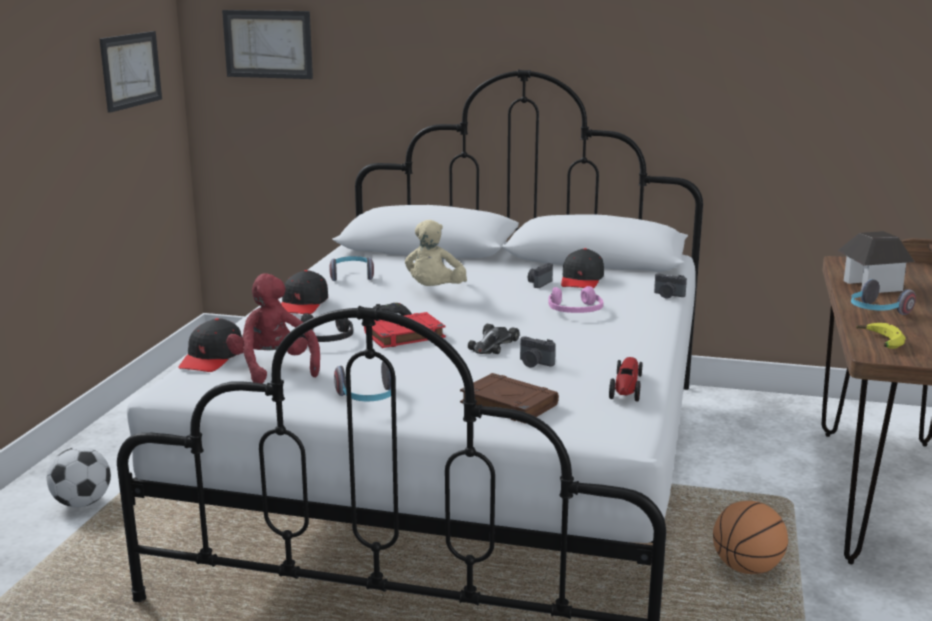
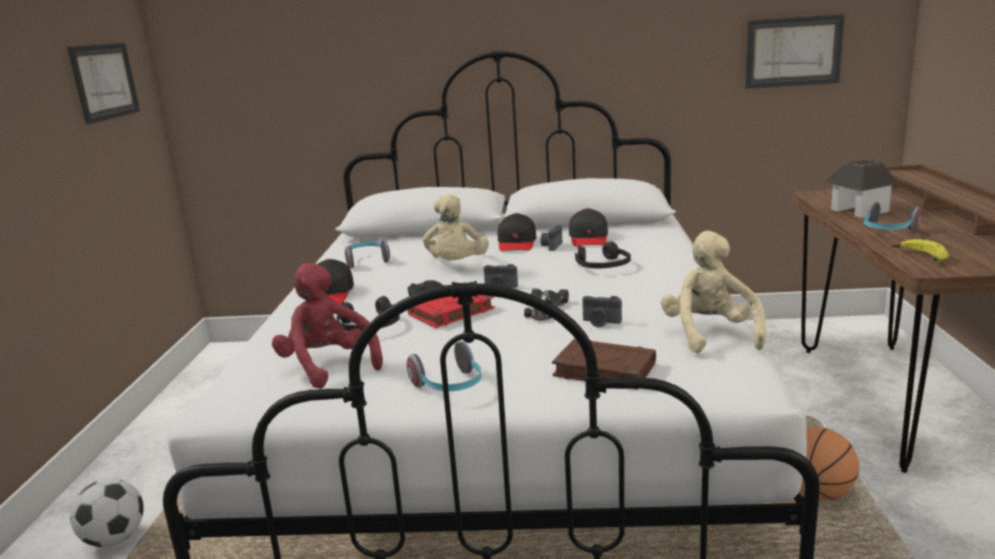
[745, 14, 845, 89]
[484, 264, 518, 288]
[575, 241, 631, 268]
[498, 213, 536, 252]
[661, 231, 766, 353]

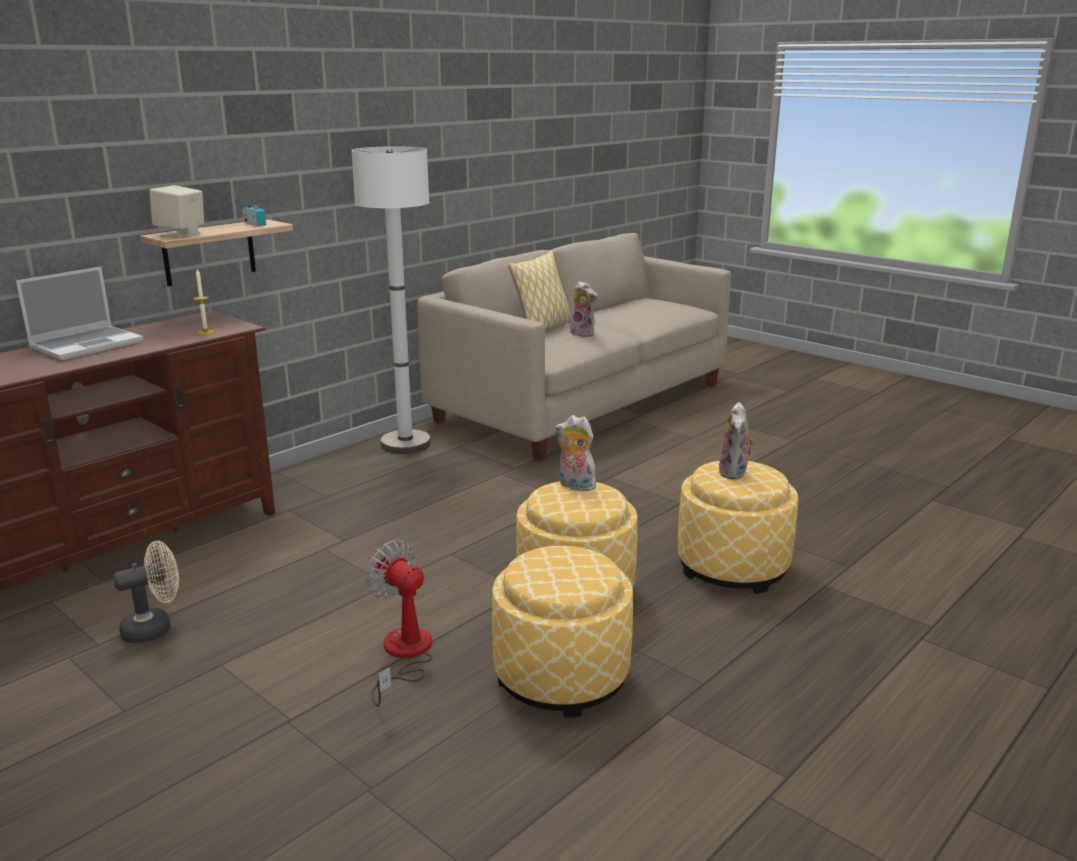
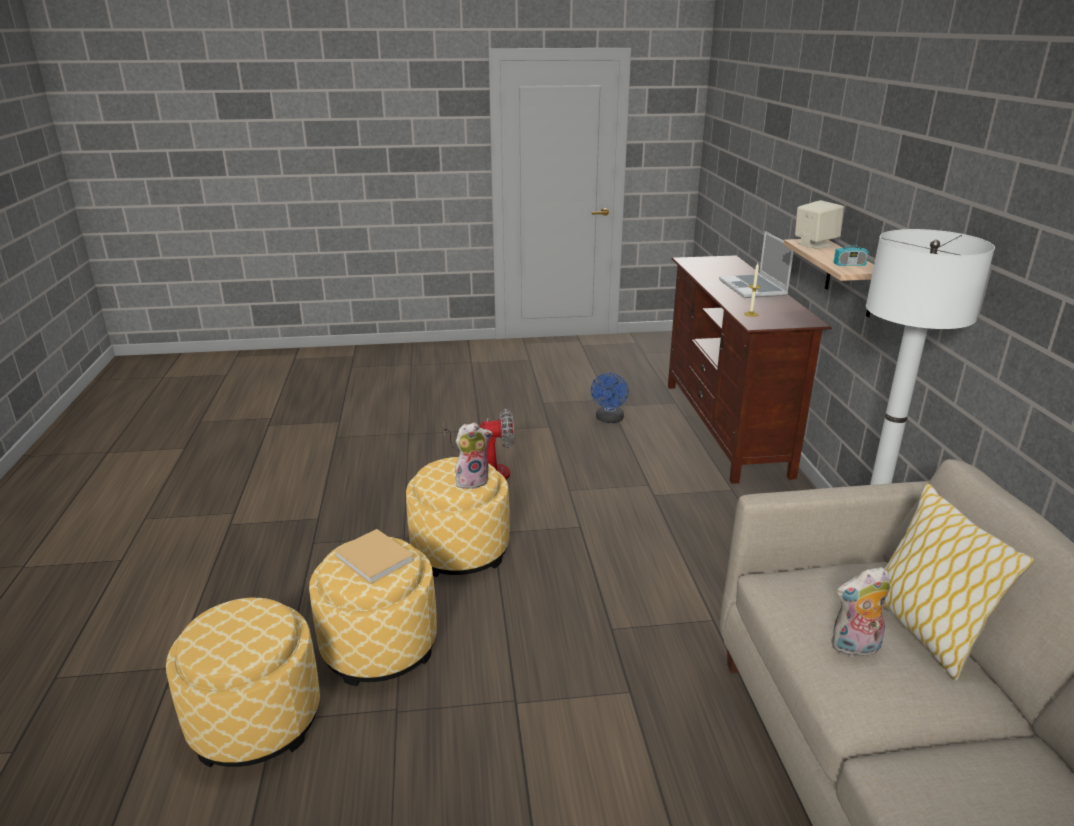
[334, 529, 414, 584]
[591, 373, 629, 423]
[166, 598, 320, 767]

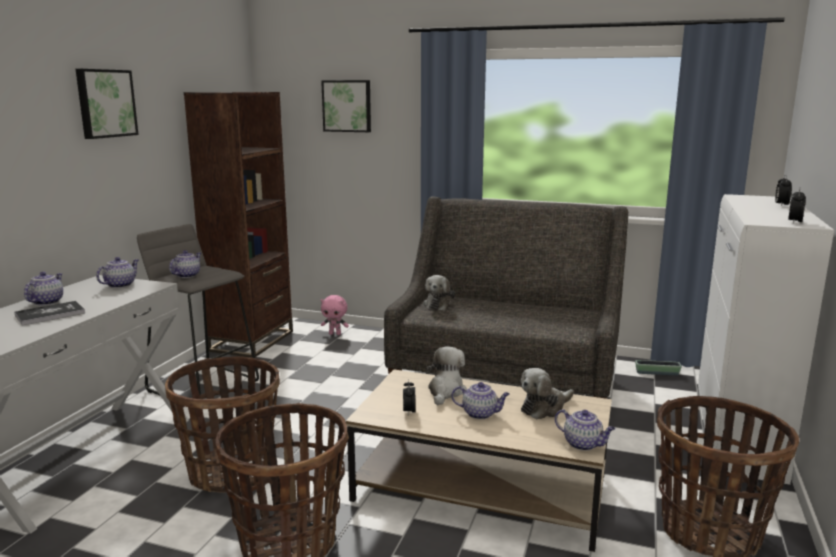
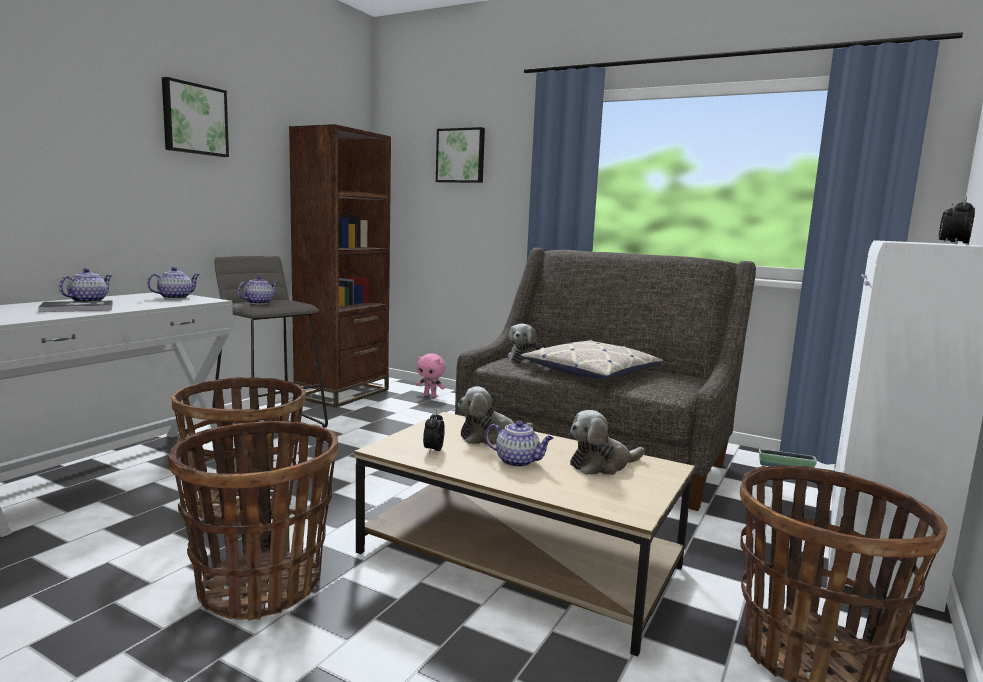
[458, 387, 533, 445]
[555, 409, 615, 451] (first image)
[521, 339, 663, 379]

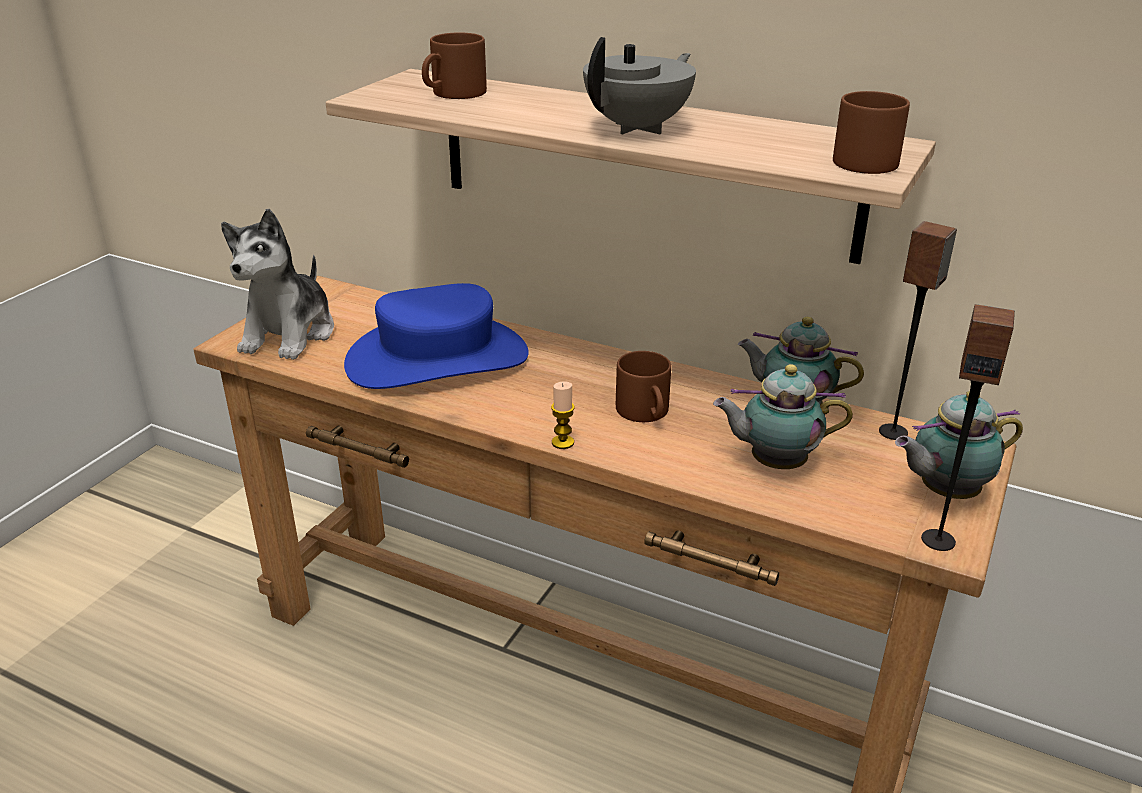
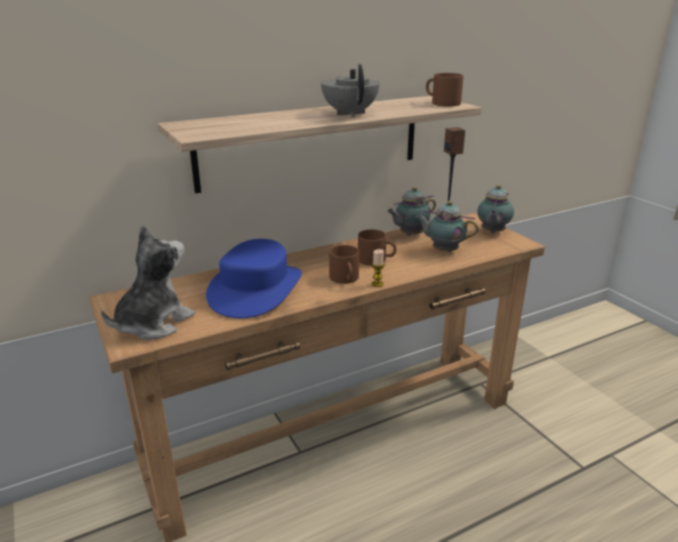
[329, 245, 359, 284]
[101, 225, 195, 340]
[921, 304, 1015, 551] (first image)
[416, 201, 479, 252]

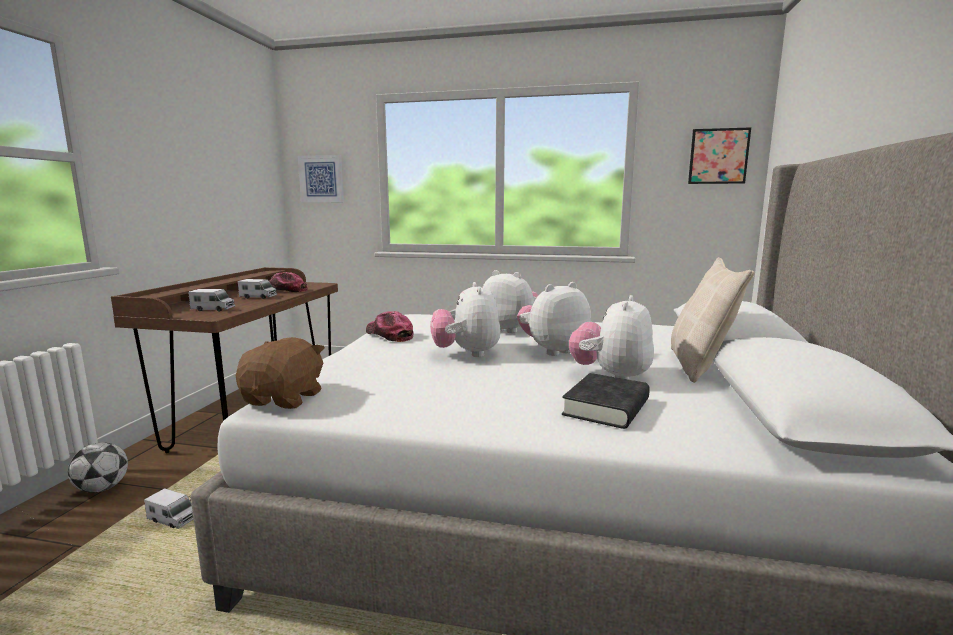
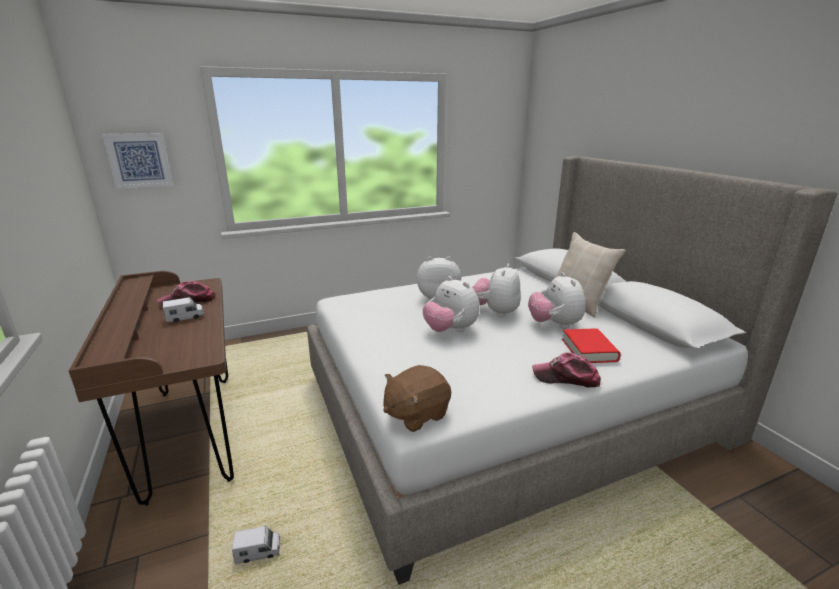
[688, 127, 751, 184] (first image)
[188, 289, 235, 312] (first image)
[532, 353, 601, 388]
[383, 365, 451, 432]
[562, 328, 621, 363]
[68, 442, 128, 493] (first image)

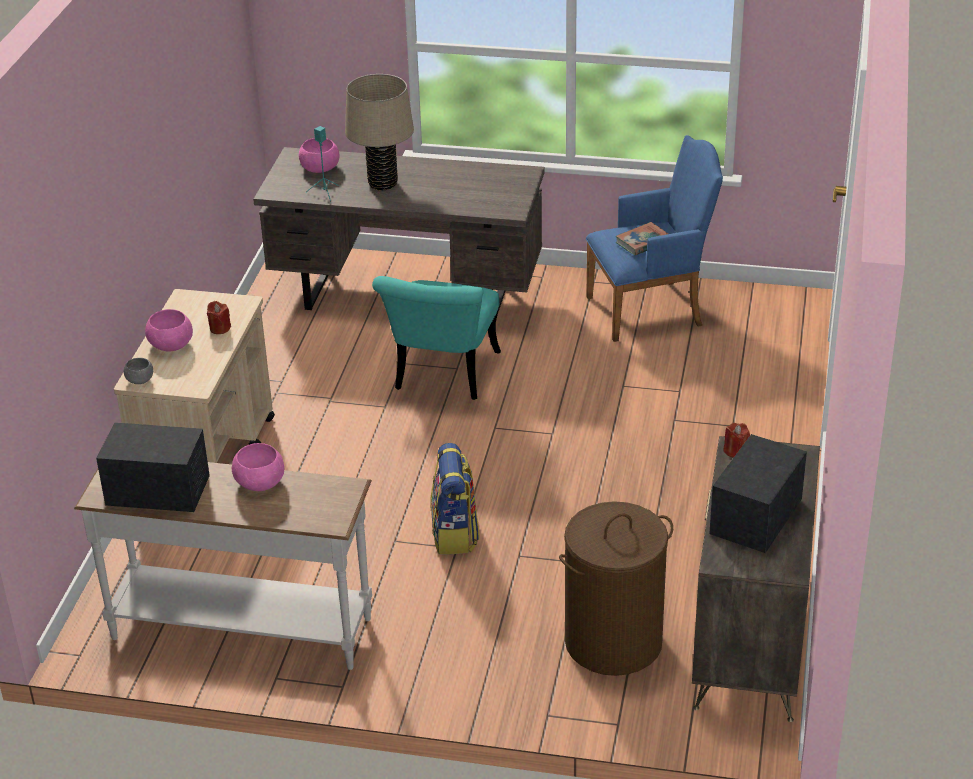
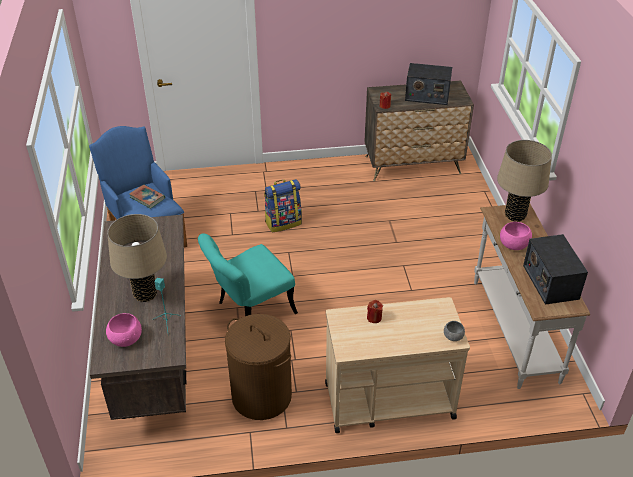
[198, 233, 298, 316]
[145, 309, 193, 352] (first image)
[264, 179, 302, 233]
[225, 314, 292, 420]
[497, 140, 552, 222]

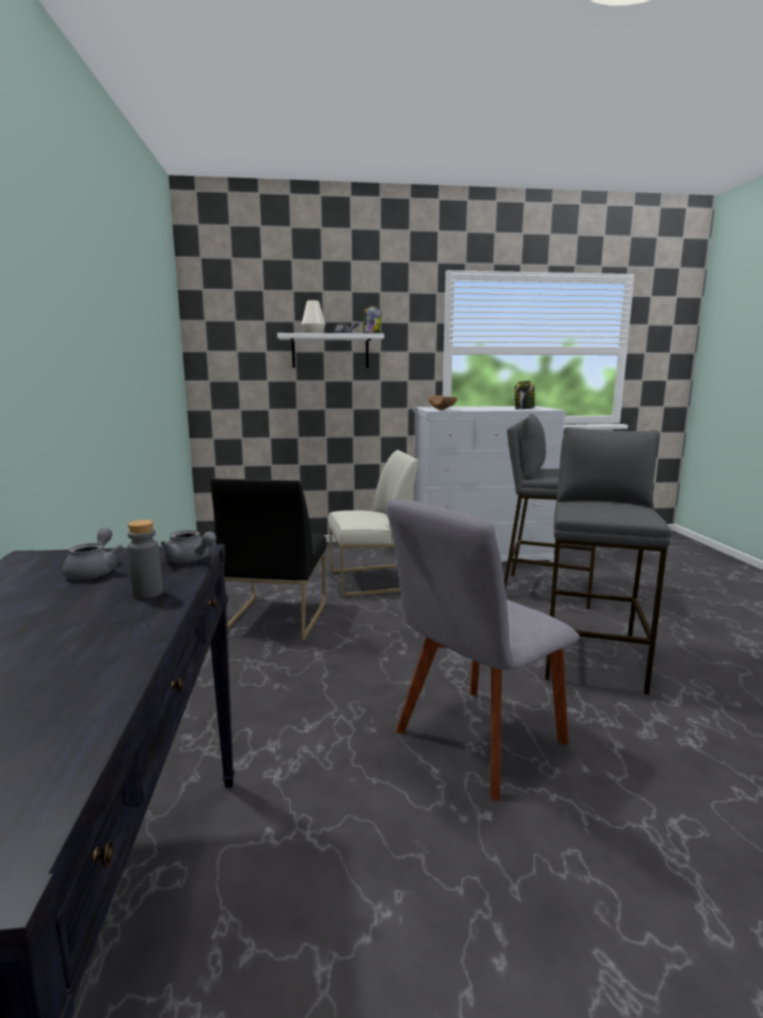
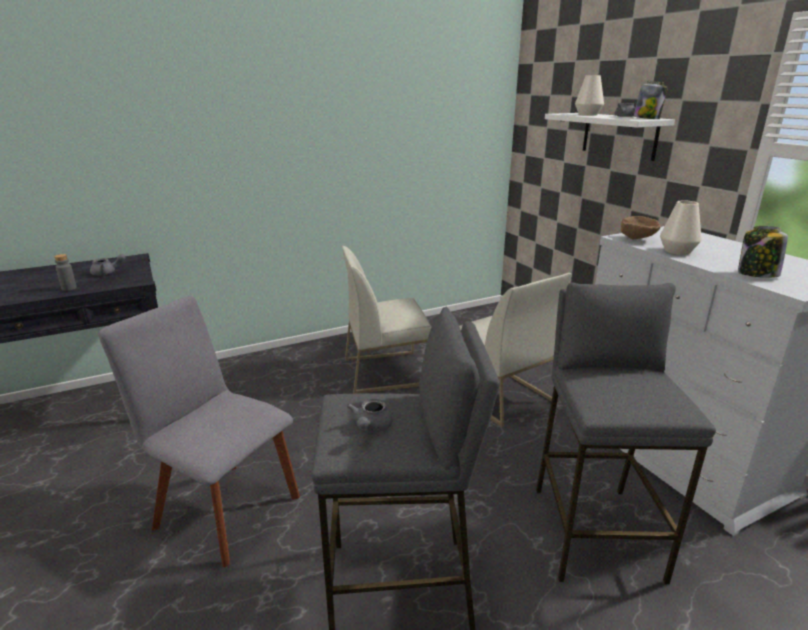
[342, 246, 431, 394]
[347, 399, 393, 433]
[660, 200, 702, 255]

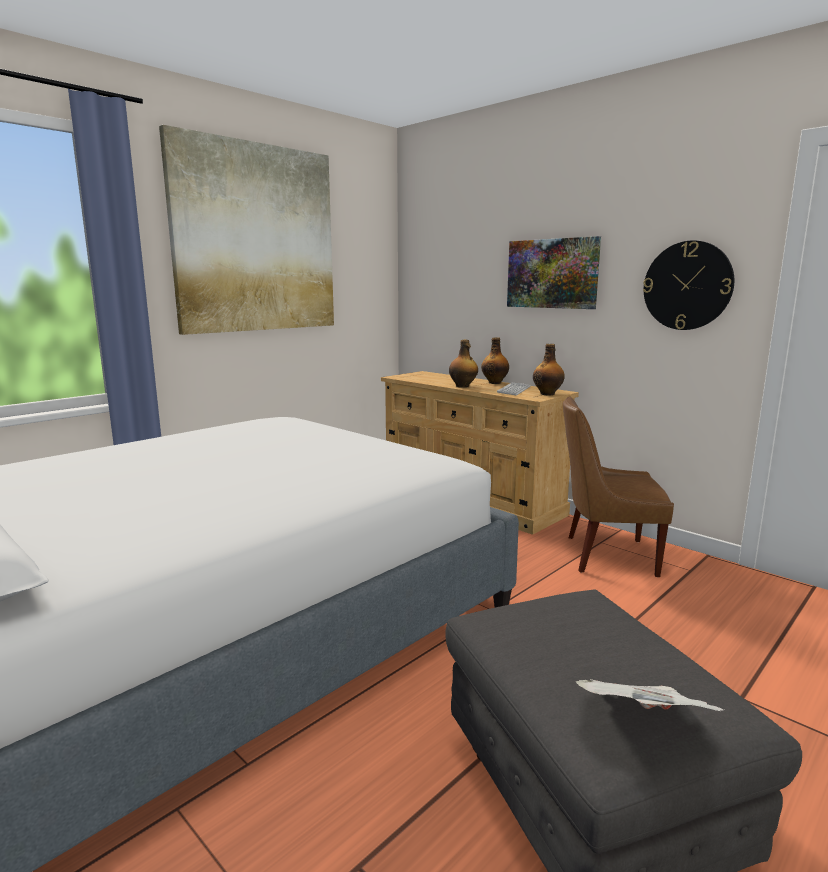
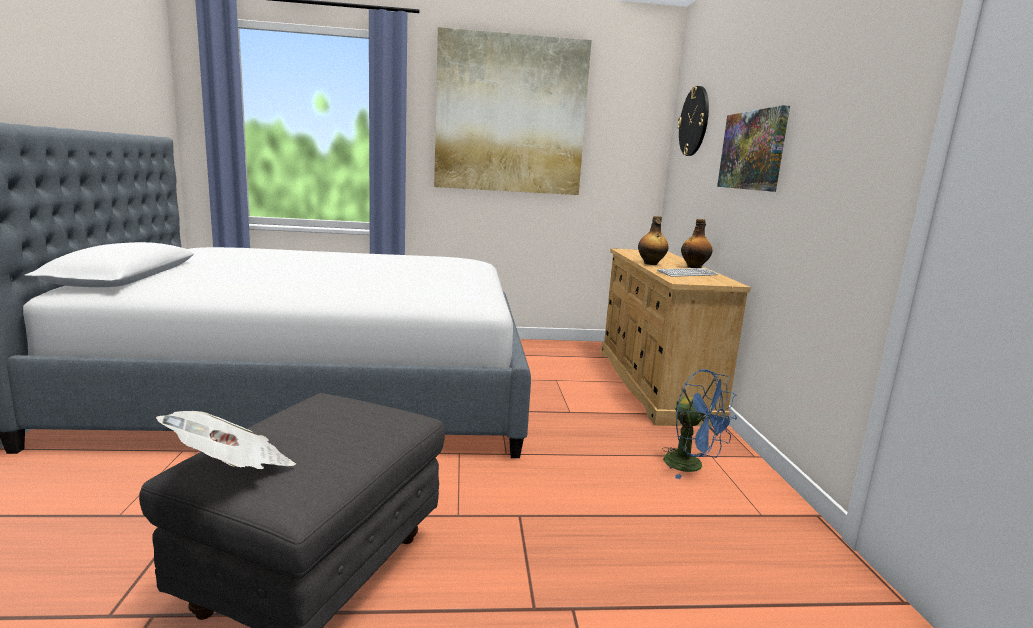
[677, 86, 709, 156]
[533, 344, 565, 395] (first image)
[662, 369, 737, 479]

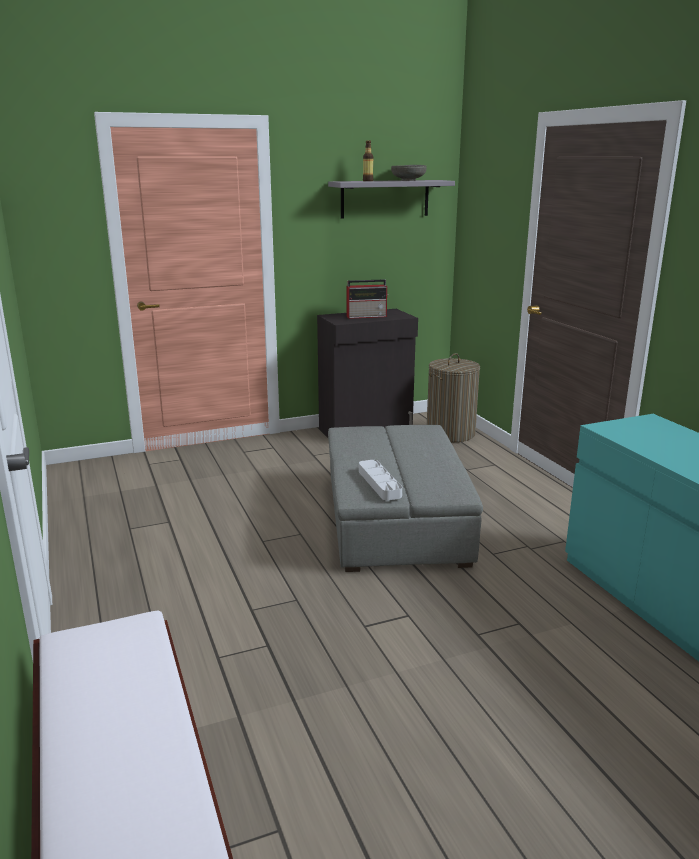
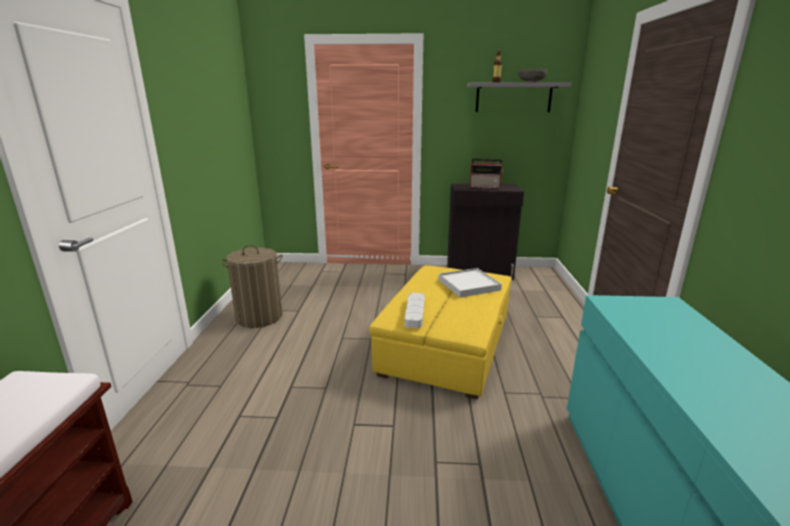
[221, 245, 283, 328]
[369, 265, 512, 399]
[439, 268, 502, 298]

